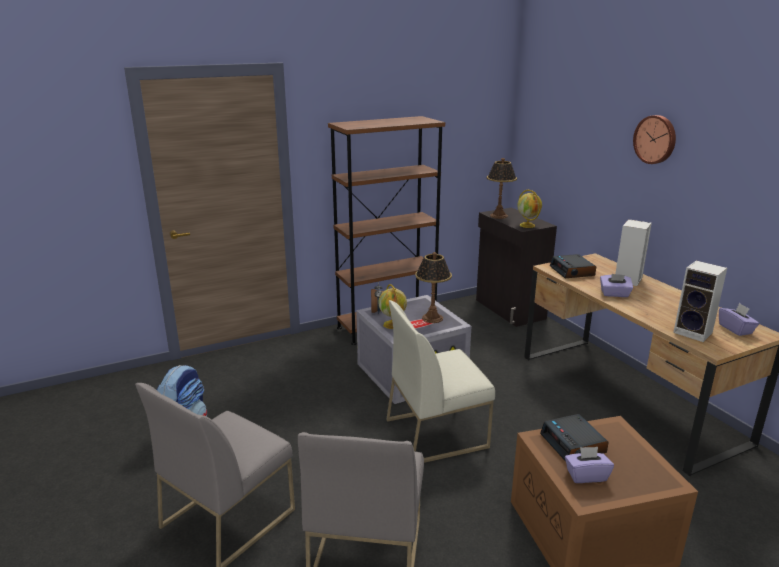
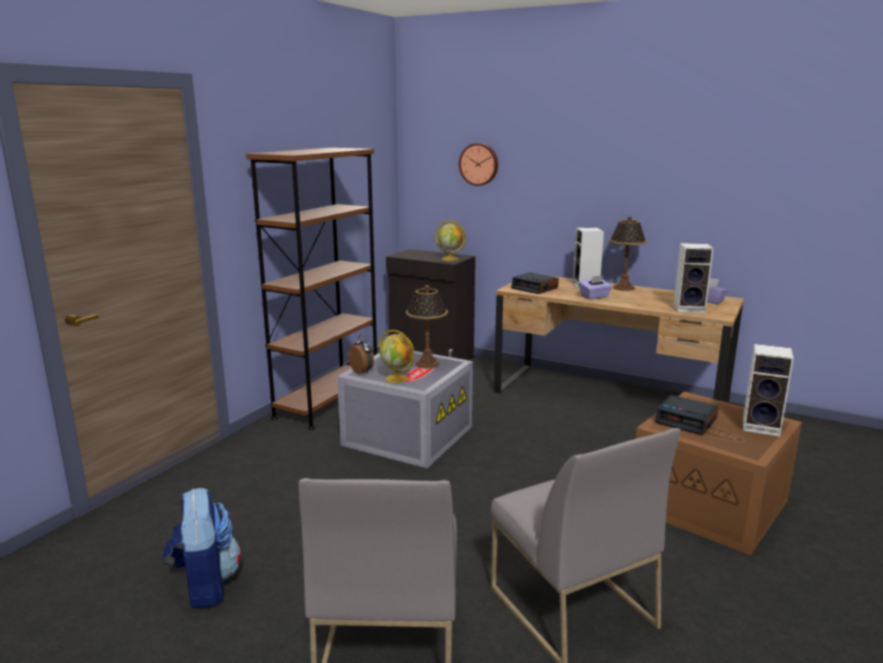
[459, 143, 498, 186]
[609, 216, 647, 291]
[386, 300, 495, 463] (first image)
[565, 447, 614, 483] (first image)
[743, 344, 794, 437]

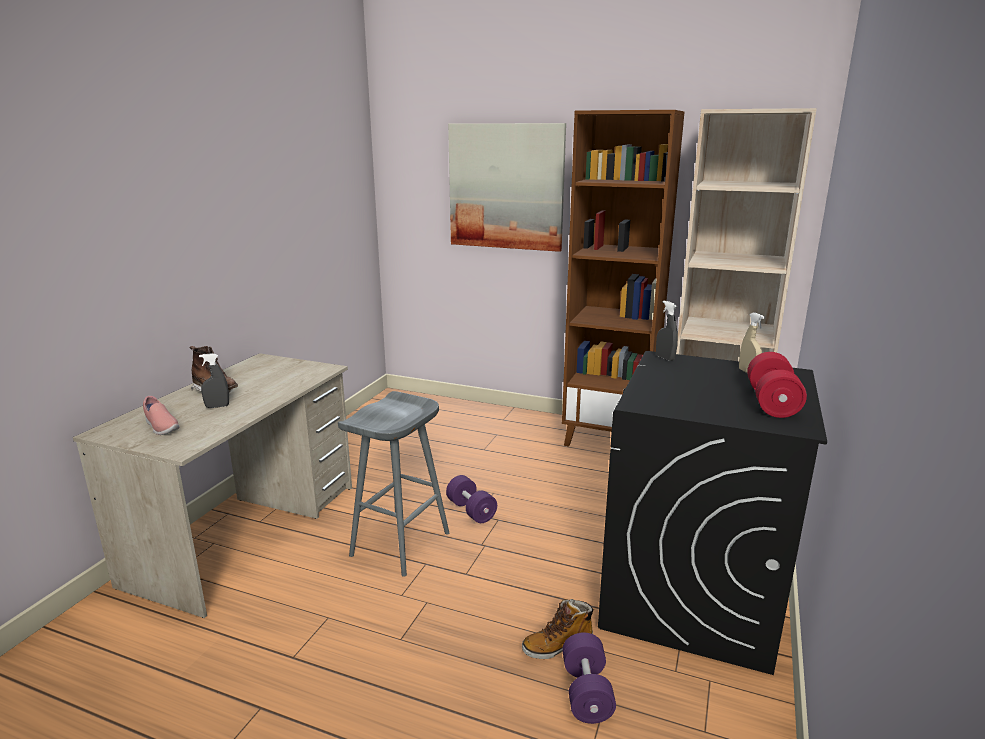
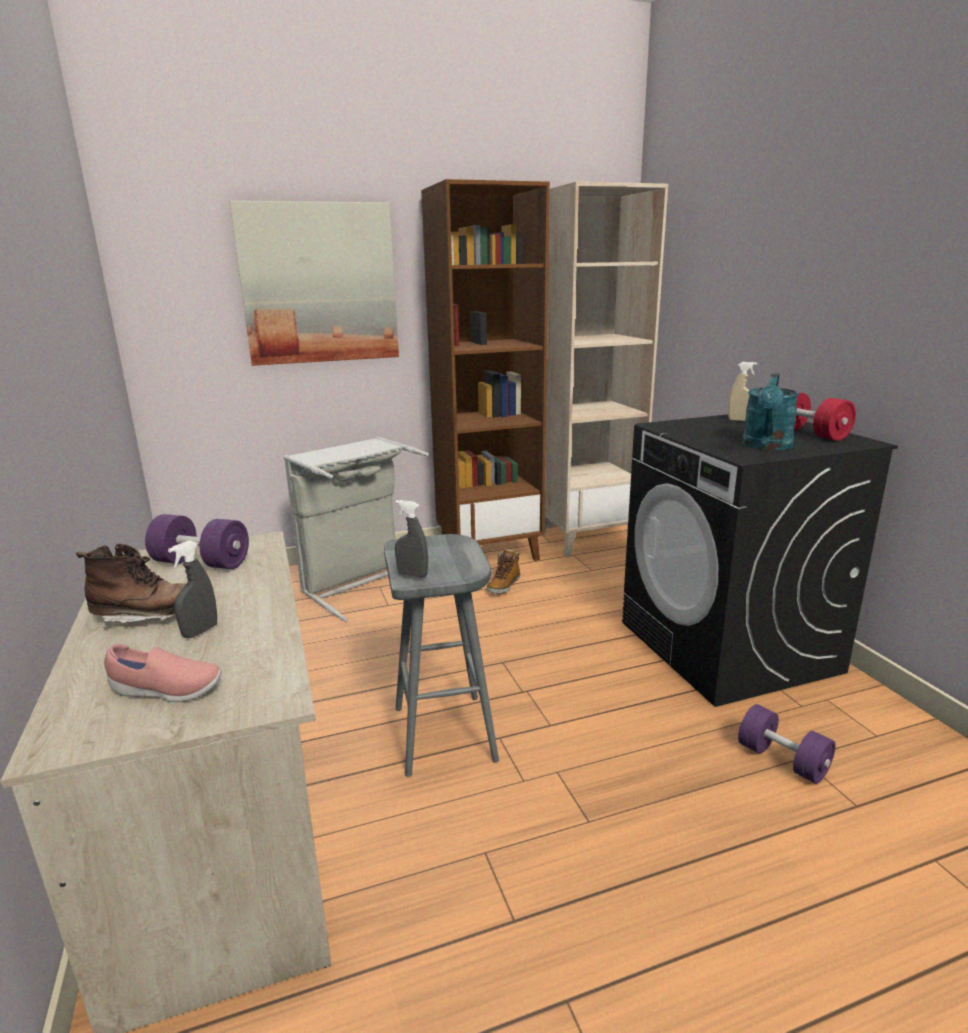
[395, 500, 428, 578]
[145, 514, 249, 569]
[487, 549, 520, 594]
[742, 374, 799, 450]
[284, 437, 429, 622]

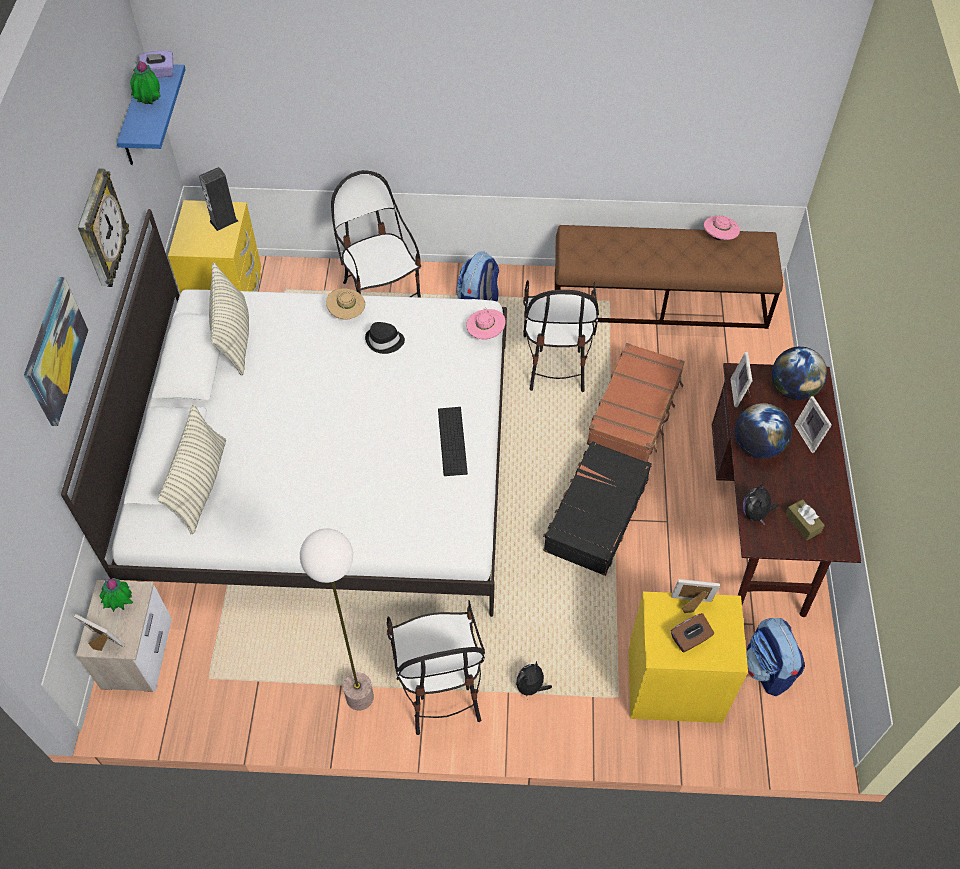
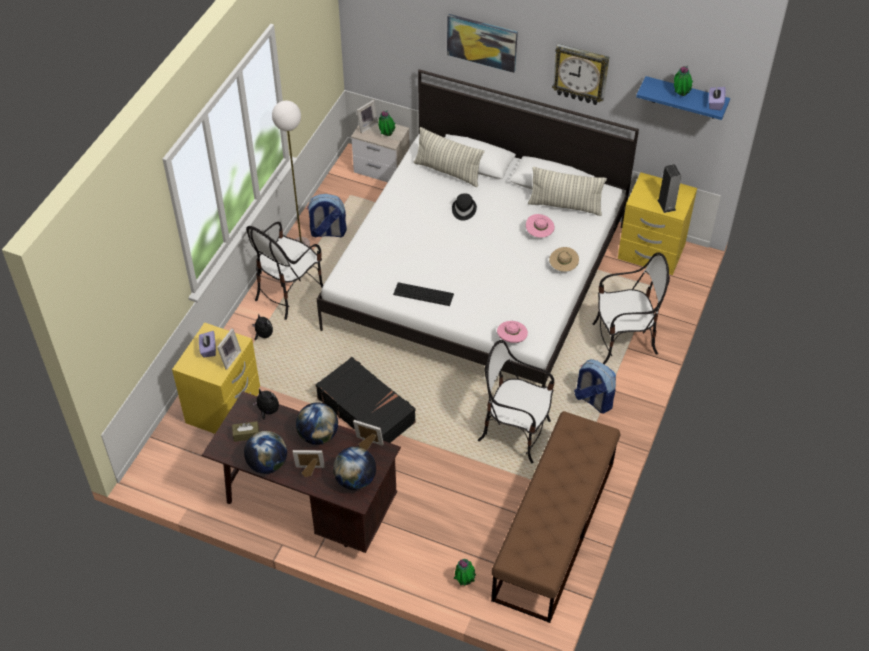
[526, 214, 554, 238]
[452, 193, 477, 221]
[587, 343, 685, 462] (first image)
[246, 221, 323, 320]
[199, 331, 216, 357]
[307, 194, 347, 237]
[244, 431, 287, 474]
[454, 559, 476, 586]

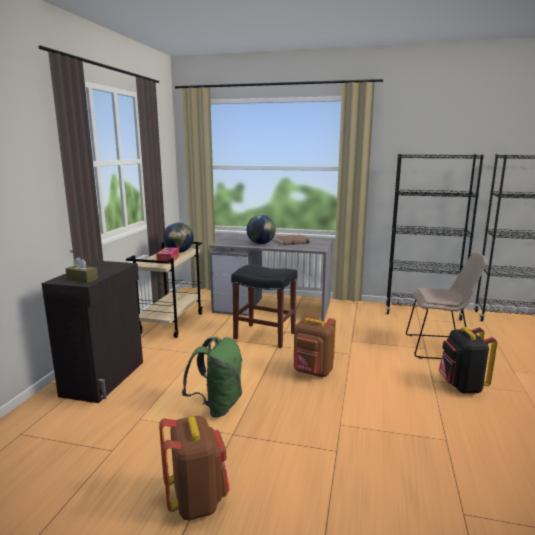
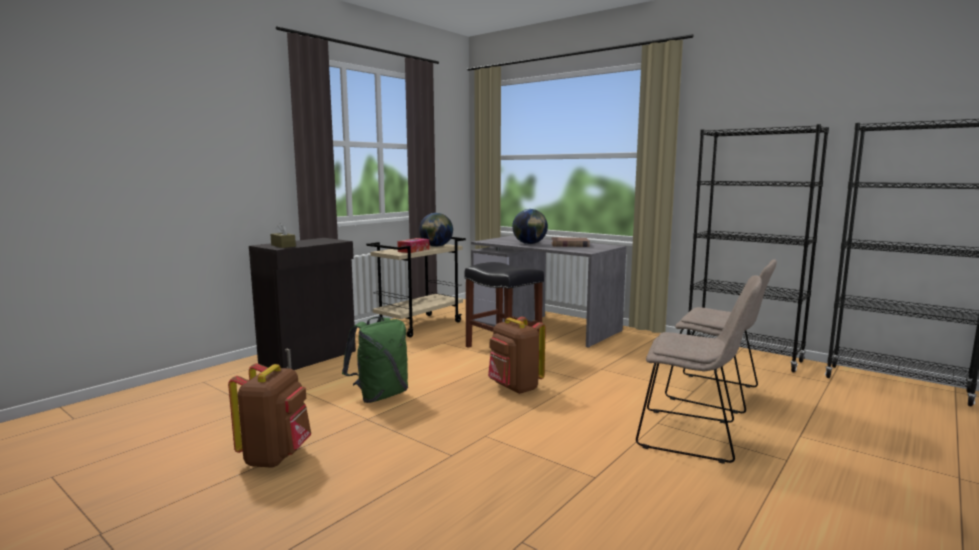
[636, 275, 762, 464]

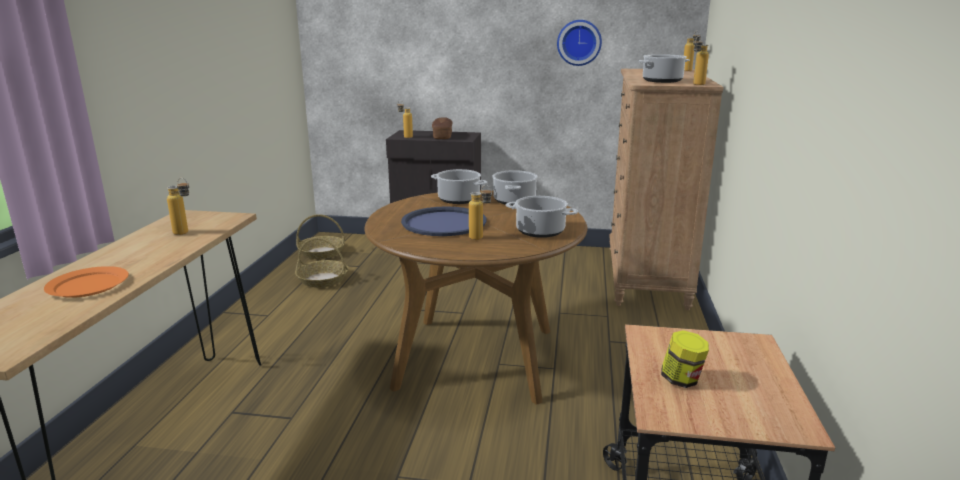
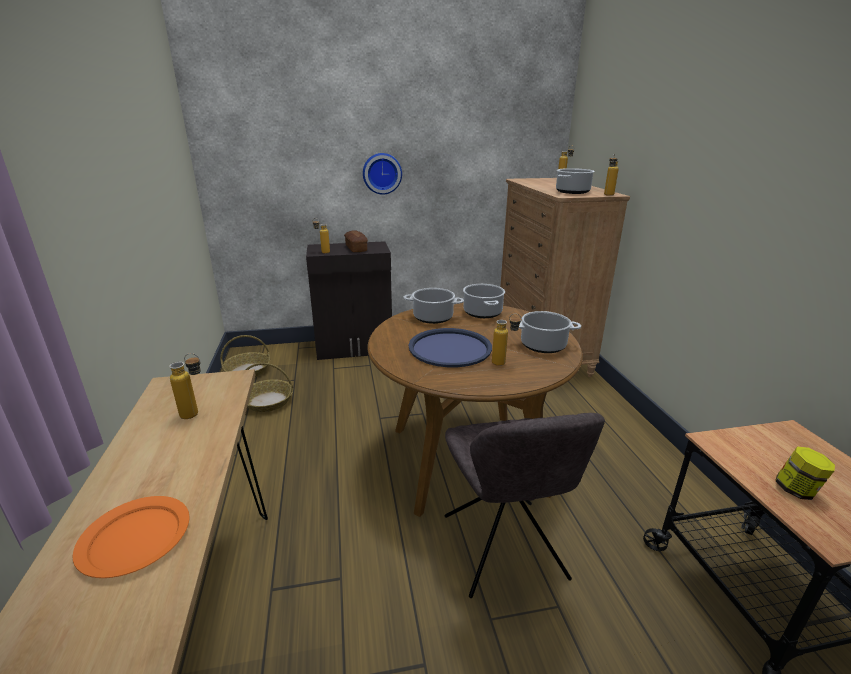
[363, 153, 402, 195]
[445, 413, 605, 598]

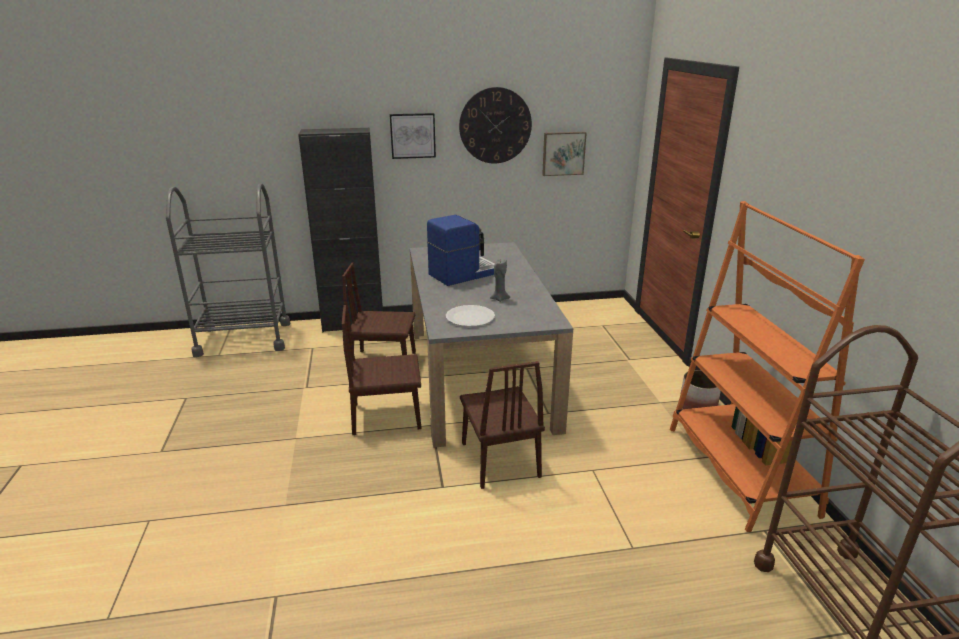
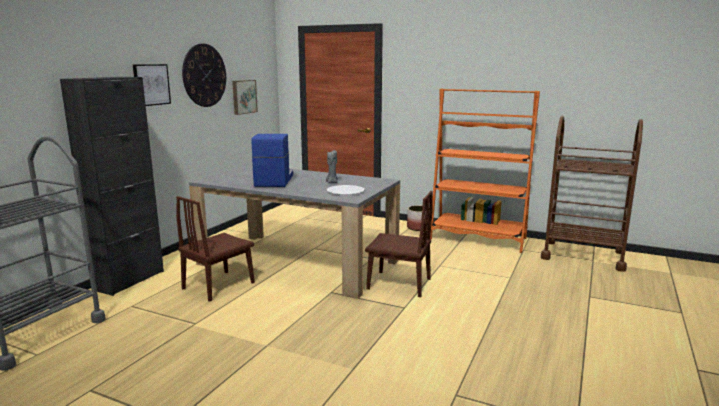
[342, 305, 422, 435] (first image)

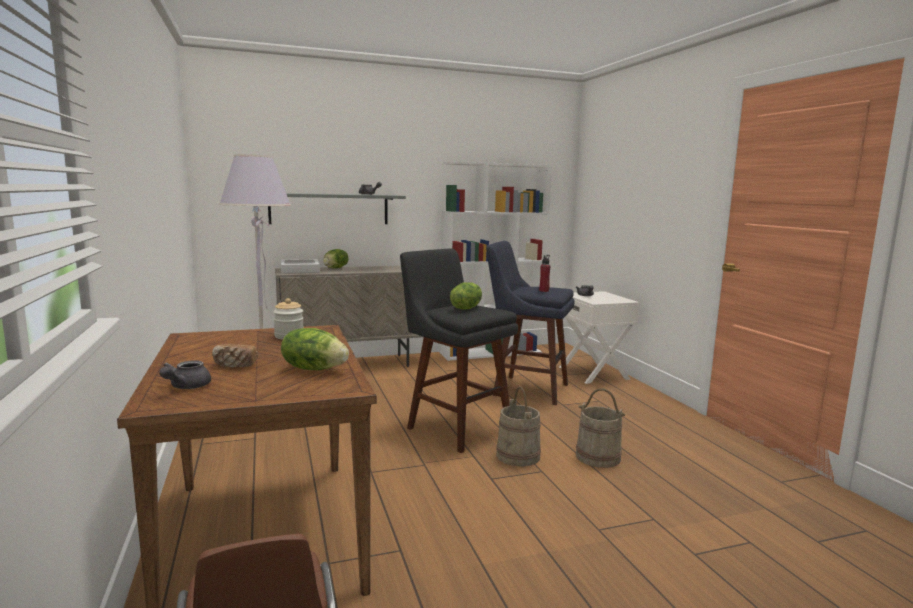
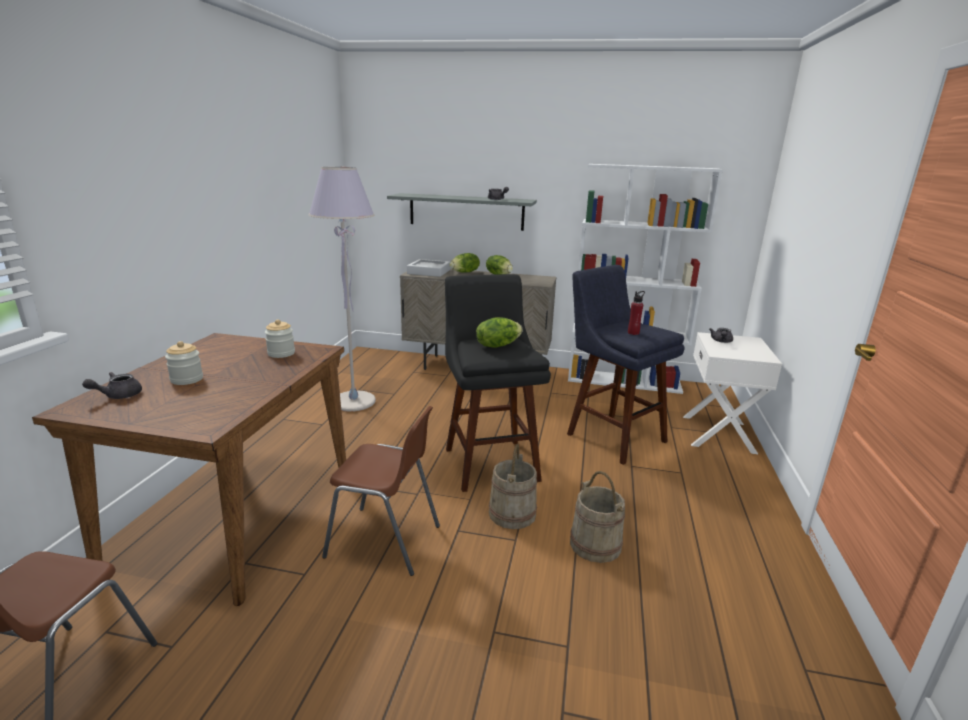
[486, 255, 513, 275]
[165, 341, 203, 385]
[322, 406, 440, 576]

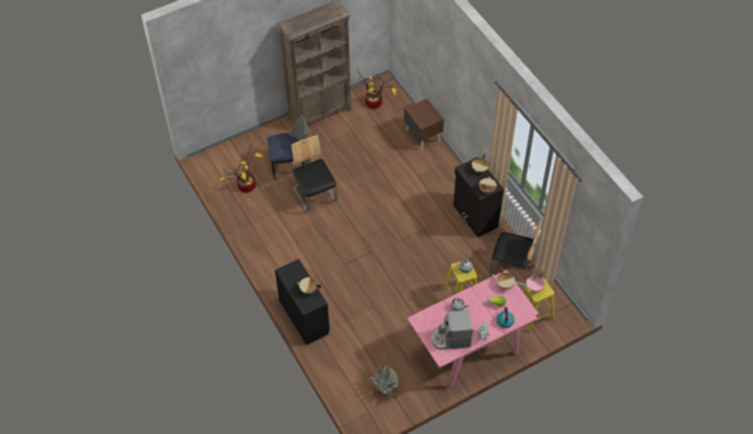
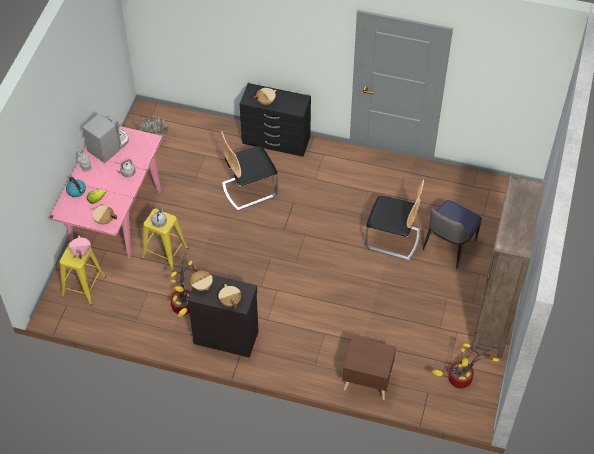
[170, 254, 193, 317]
[221, 131, 278, 211]

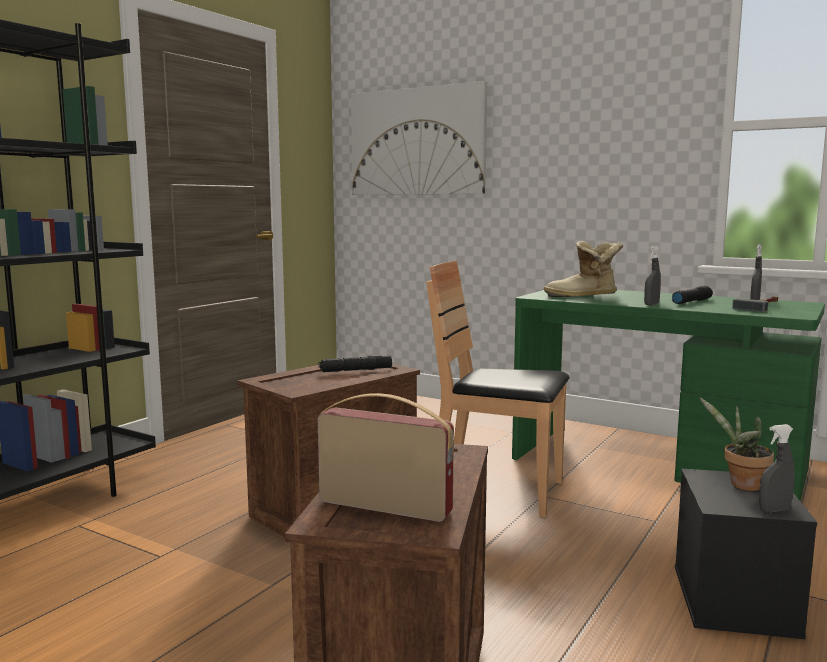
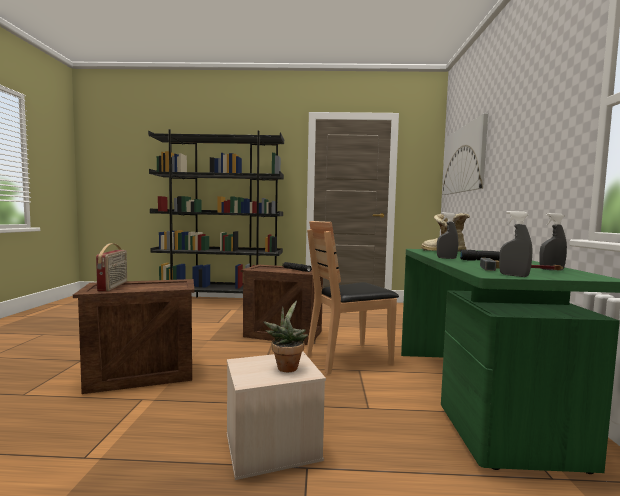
[306, 221, 399, 374]
[499, 211, 532, 277]
[227, 352, 326, 480]

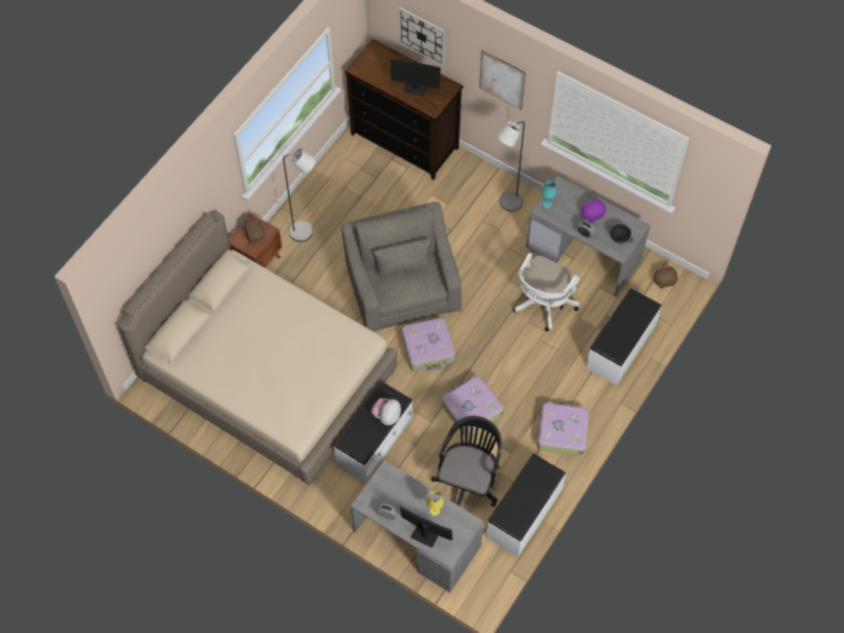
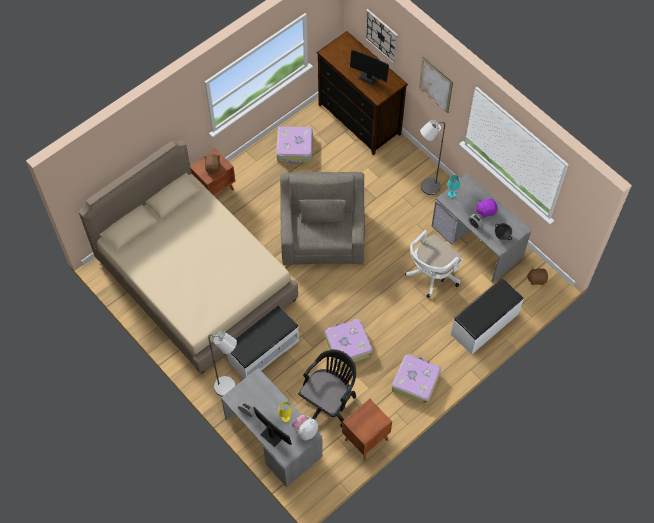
[208, 331, 237, 396]
[276, 127, 313, 164]
[292, 415, 318, 440]
[342, 399, 392, 461]

